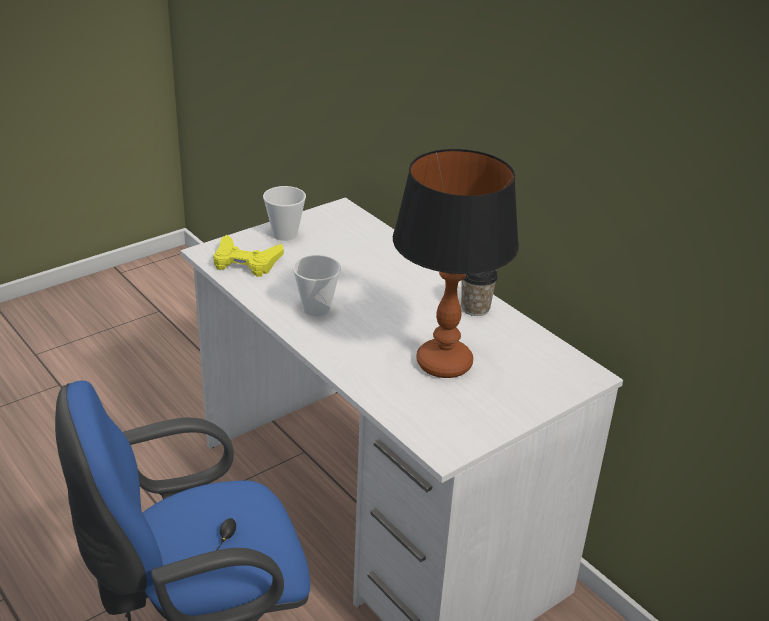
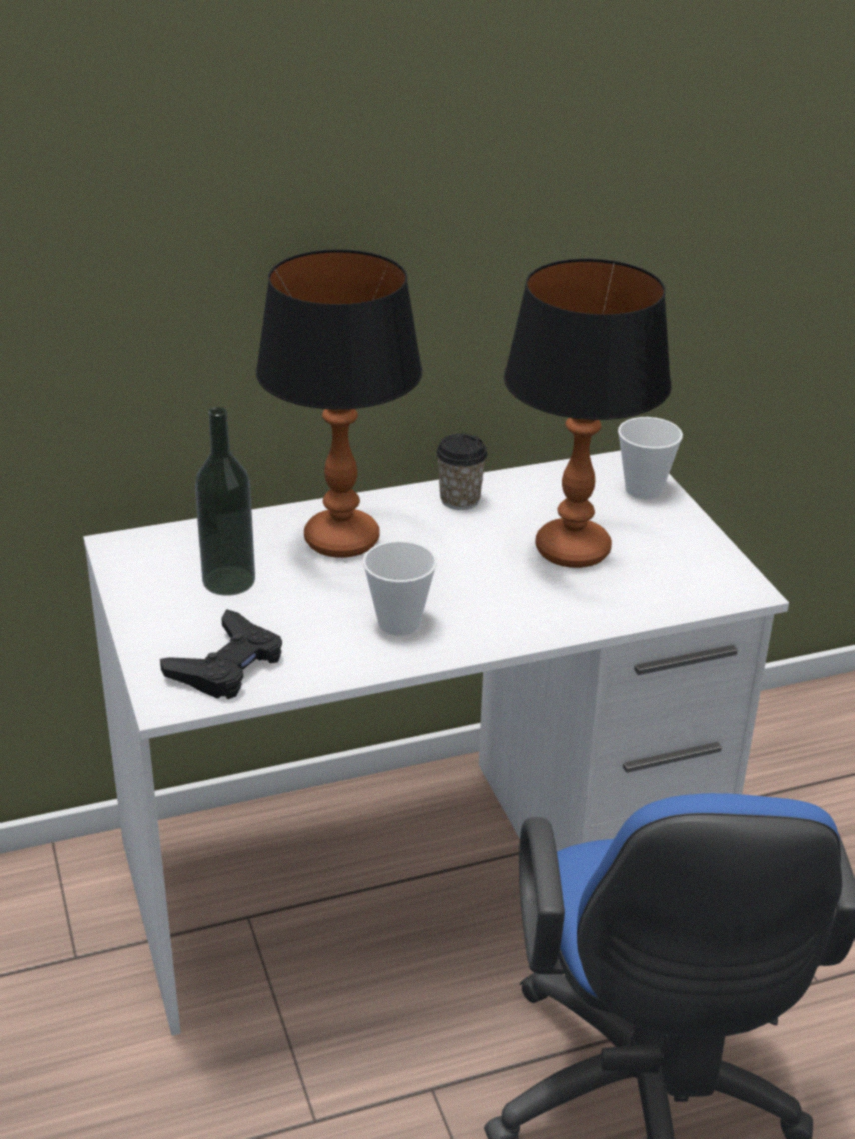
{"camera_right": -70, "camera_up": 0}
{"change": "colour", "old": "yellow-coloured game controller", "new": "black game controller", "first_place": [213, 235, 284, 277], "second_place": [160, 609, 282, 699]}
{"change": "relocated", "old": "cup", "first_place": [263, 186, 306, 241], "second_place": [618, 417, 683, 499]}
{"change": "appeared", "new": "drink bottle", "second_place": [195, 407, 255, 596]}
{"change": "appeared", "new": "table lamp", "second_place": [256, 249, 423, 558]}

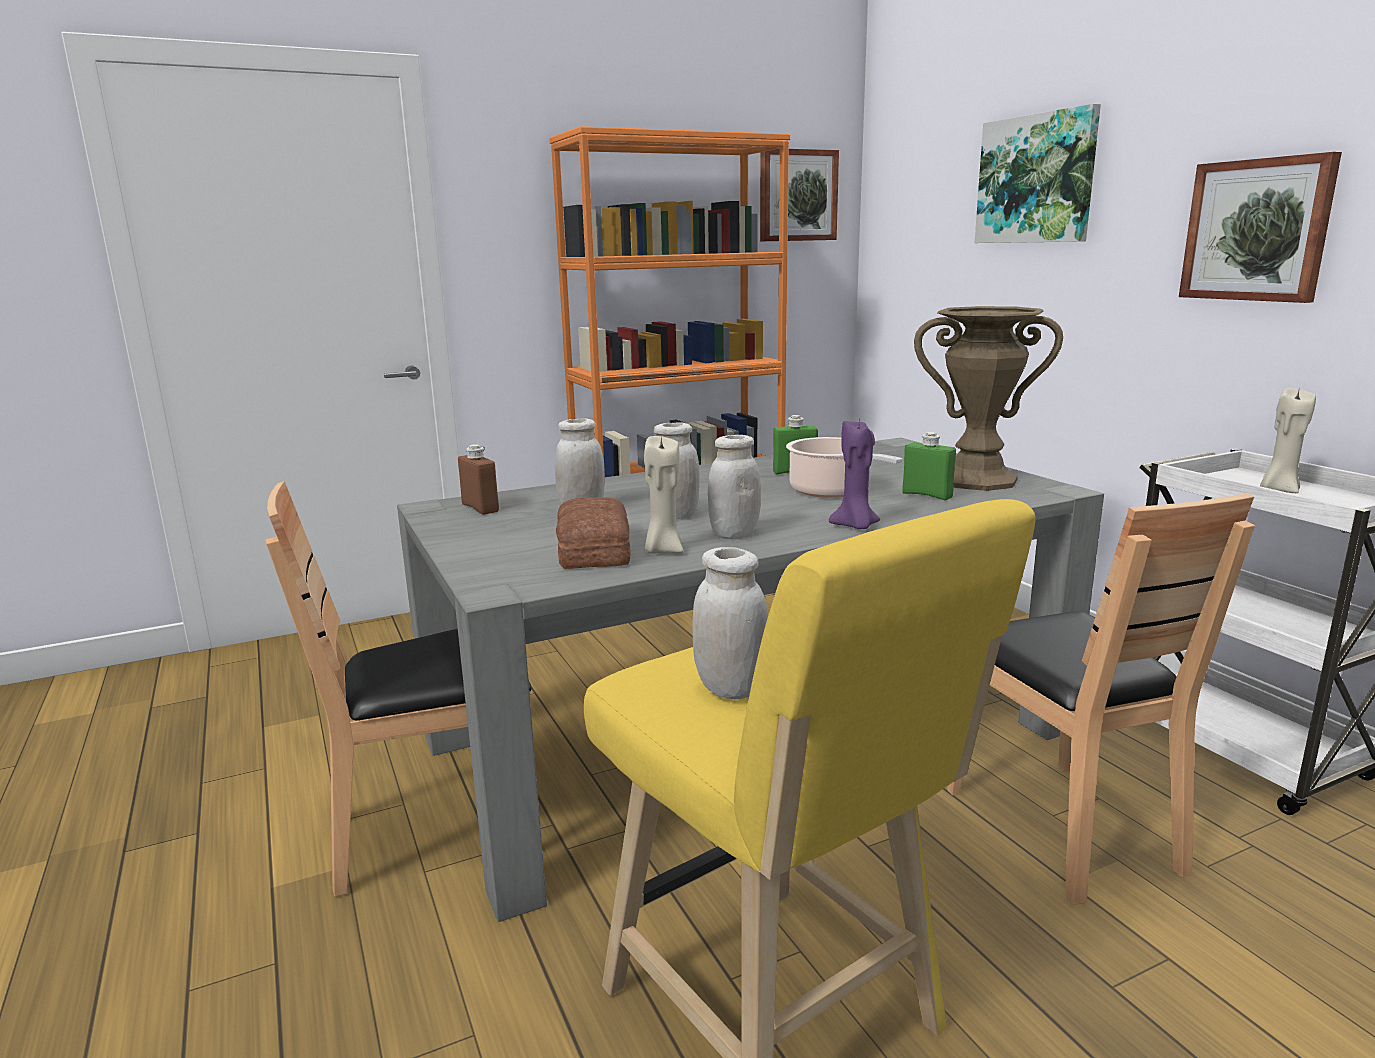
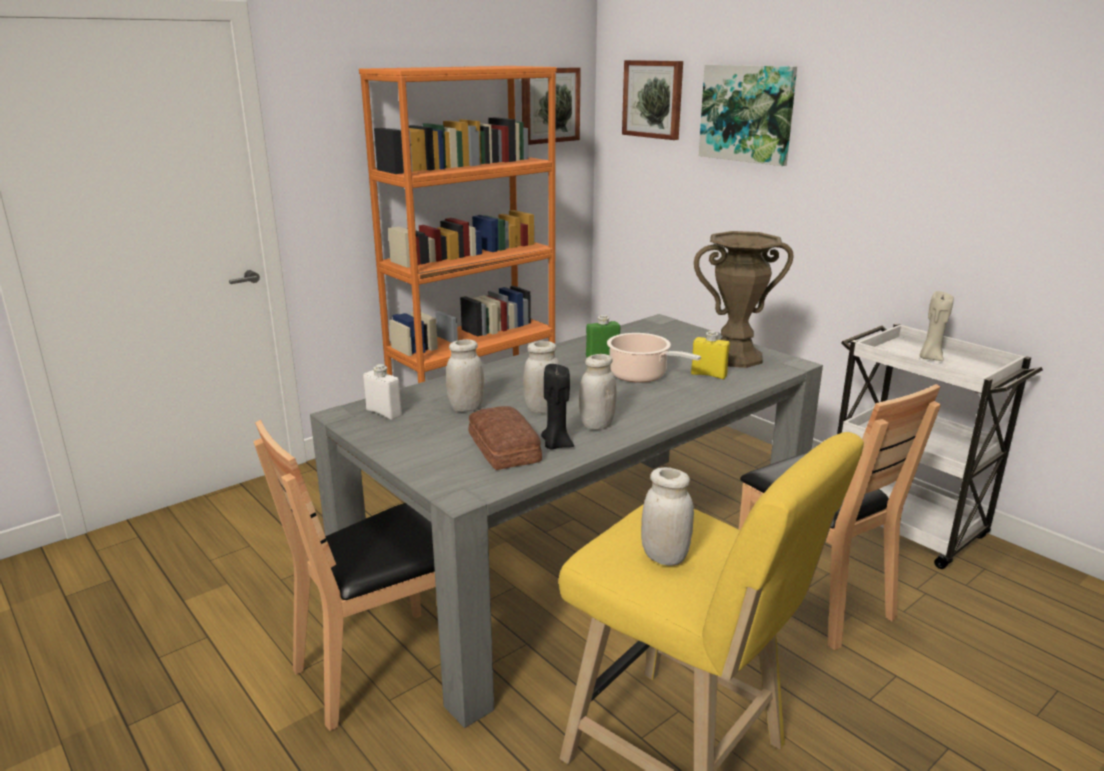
{"camera_right": -15, "camera_up": 5}
{"change": "colour", "old": "brown drink bottle", "new": "white drink bottle", "first_place": [458, 444, 499, 515], "second_place": [363, 364, 402, 420]}
{"change": "colour", "old": "beige candle", "new": "black candle", "first_place": [644, 436, 683, 554], "second_place": [541, 364, 574, 450]}
{"change": "missing", "old": "purple candle", "first_place": [829, 421, 880, 529]}
{"change": "colour", "old": "green-coloured drink bottle", "new": "yellow-coloured drink bottle", "first_place": [902, 432, 956, 500], "second_place": [691, 331, 730, 379]}
{"change": "relocated", "old": "wall picture", "first_place": [1179, 152, 1342, 303], "second_place": [622, 60, 683, 140]}

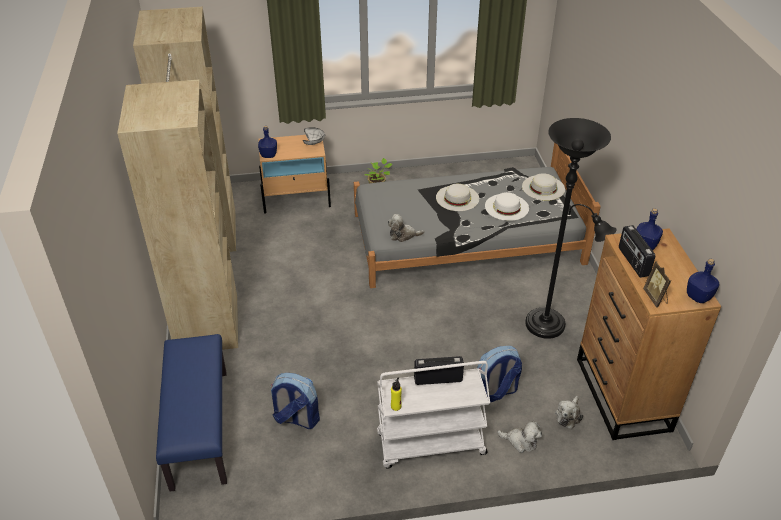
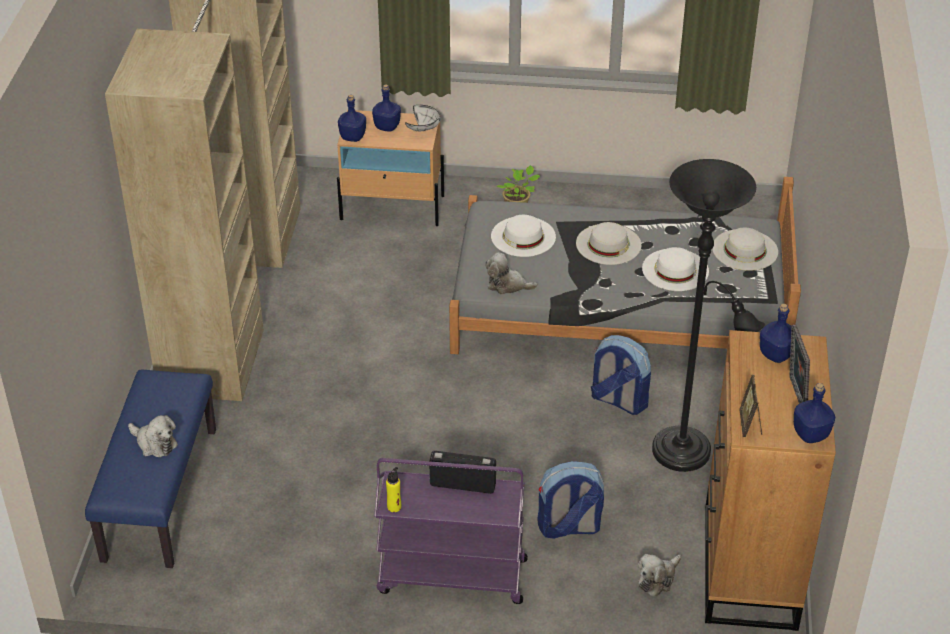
{"camera_right": 15, "camera_up": 0}
{"change": "relocated", "old": "backpack", "first_place": [270, 373, 320, 429], "second_place": [591, 335, 651, 415]}
{"change": "colour", "old": "white trolley", "new": "purple trolley", "first_place": [377, 361, 490, 469], "second_place": [374, 458, 528, 604]}
{"change": "relocated", "old": "soft toy", "first_place": [497, 421, 542, 453], "second_place": [128, 415, 178, 457]}
{"change": "missing", "old": "radio receiver", "first_place": [619, 225, 655, 278]}
{"change": "appeared", "new": "blue-coloured drink bottle", "second_place": [372, 85, 401, 131]}
{"change": "appeared", "new": "white wearable hat", "second_place": [491, 215, 556, 257]}
{"change": "appeared", "new": "picture frame", "second_place": [789, 325, 810, 404]}

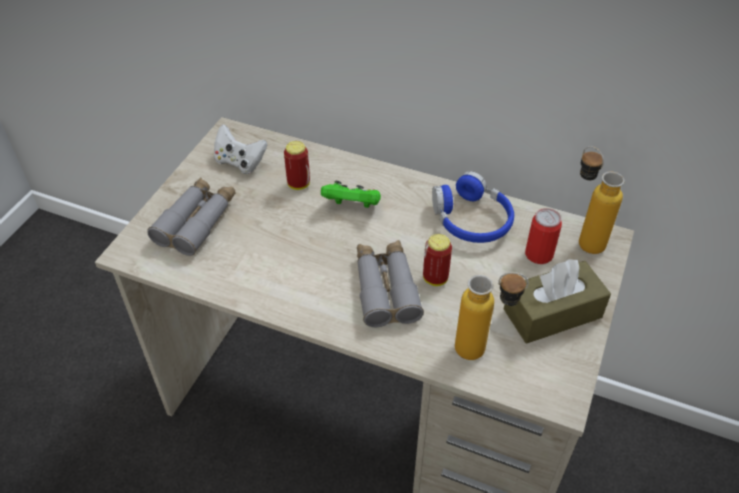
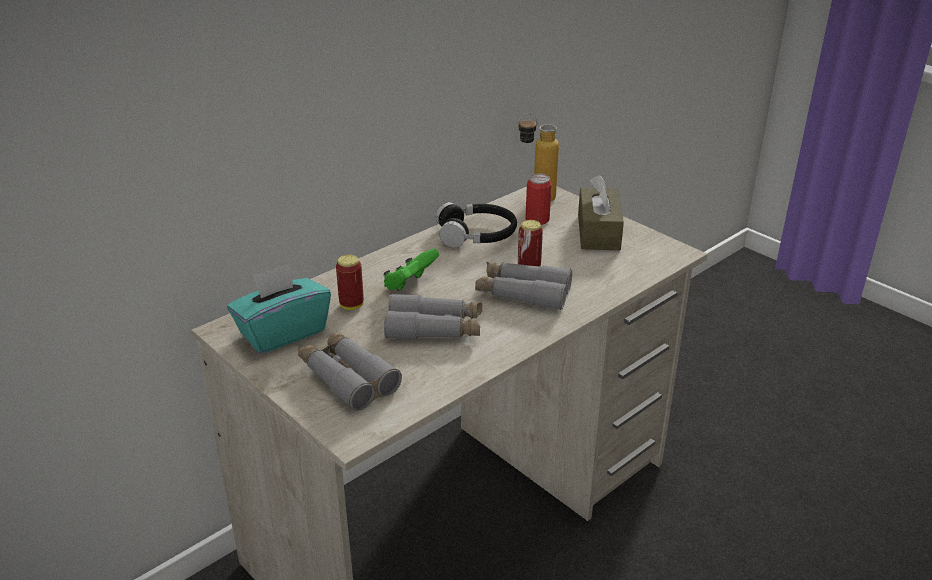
{"camera_right": -65, "camera_up": -15}
{"change": "exchanged", "old": "white game controller", "new": "turquoise tissue holder", "first_place": [214, 124, 268, 174], "second_place": [227, 264, 331, 354]}
{"change": "colour", "old": "blue-coloured headset", "new": "black headset", "first_place": [432, 171, 514, 243], "second_place": [436, 202, 517, 248]}
{"change": "missing", "old": "drink bottle", "first_place": [455, 272, 529, 360]}
{"change": "appeared", "new": "grey binoculars", "second_place": [384, 294, 482, 339]}

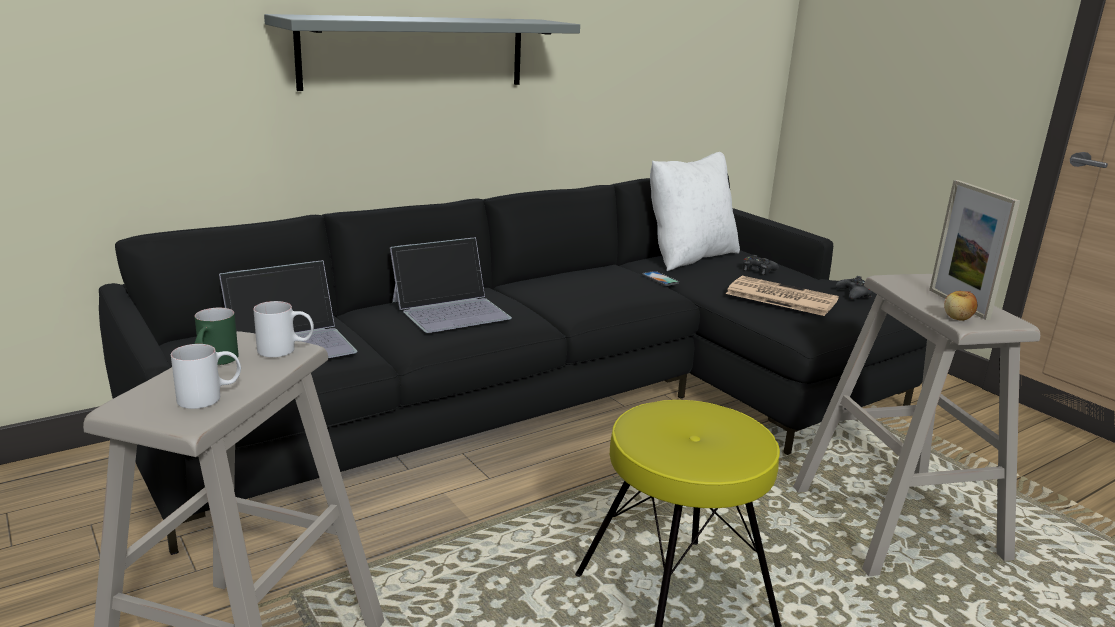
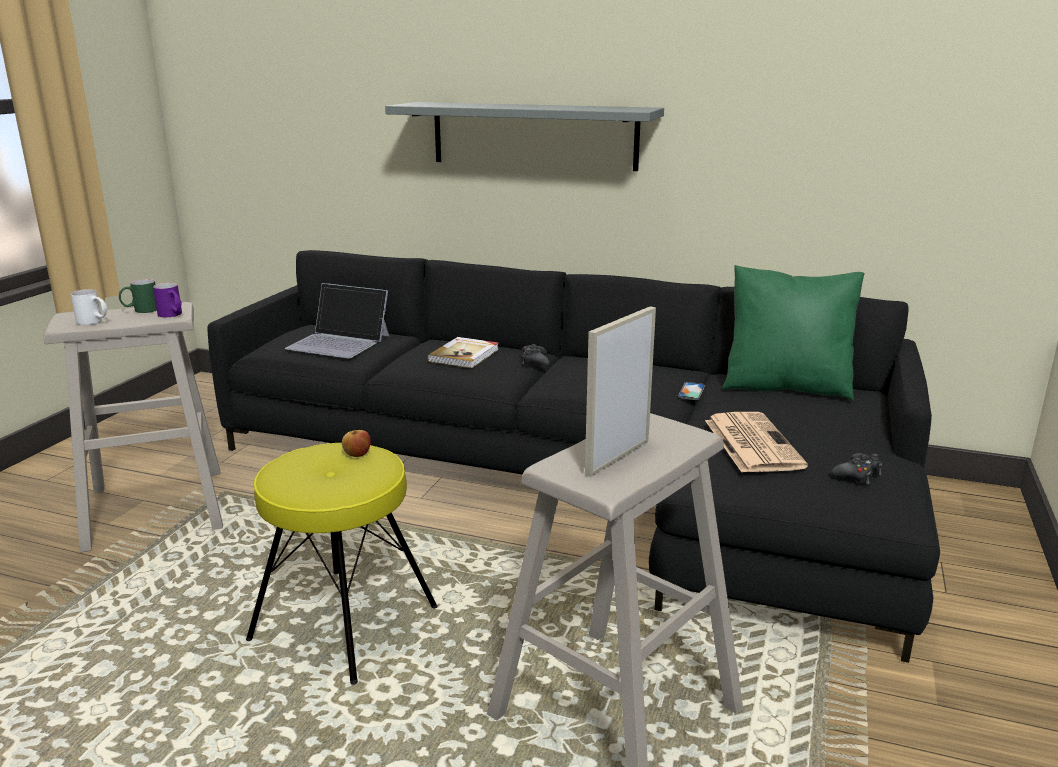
{"camera_right": 55, "camera_up": 0}
{"change": "colour", "old": "white tea mug", "new": "purple tea mug", "first_place": [253, 301, 314, 357], "second_place": [153, 283, 182, 317]}
{"change": "exchanged", "old": "notebook computer", "new": "book", "first_place": [390, 237, 512, 333], "second_place": [428, 337, 499, 369]}
{"change": "colour", "old": "white cushion", "new": "green-coloured cushion", "first_place": [650, 152, 740, 271], "second_place": [722, 265, 865, 400]}
{"change": "relocated", "old": "black game controller", "first_place": [743, 255, 779, 275], "second_place": [521, 344, 549, 366]}
{"change": "relocated", "old": "whole apple", "first_place": [944, 291, 977, 321], "second_place": [342, 430, 371, 457]}

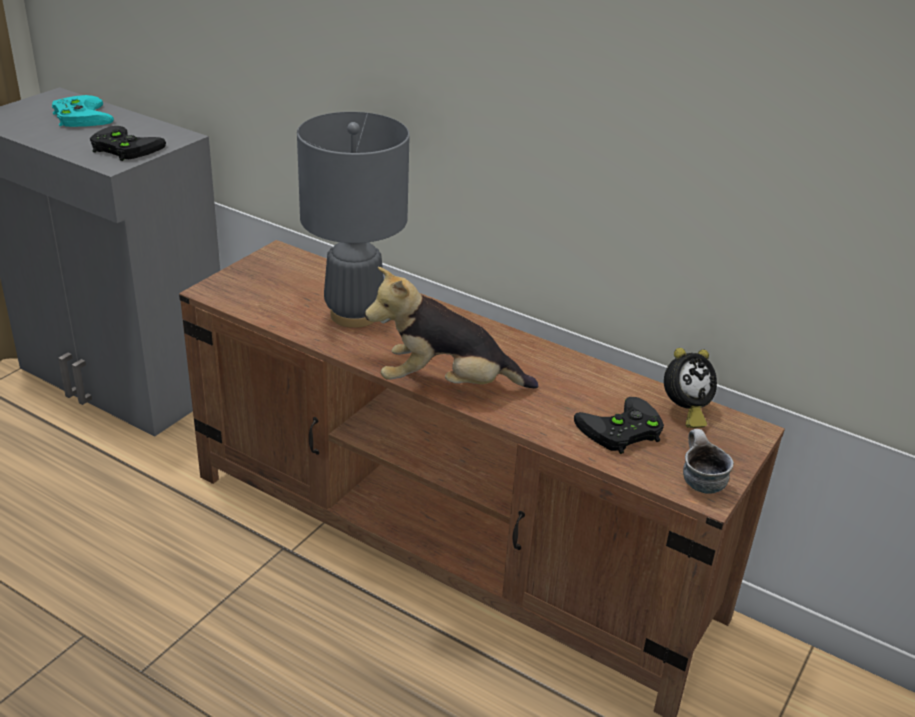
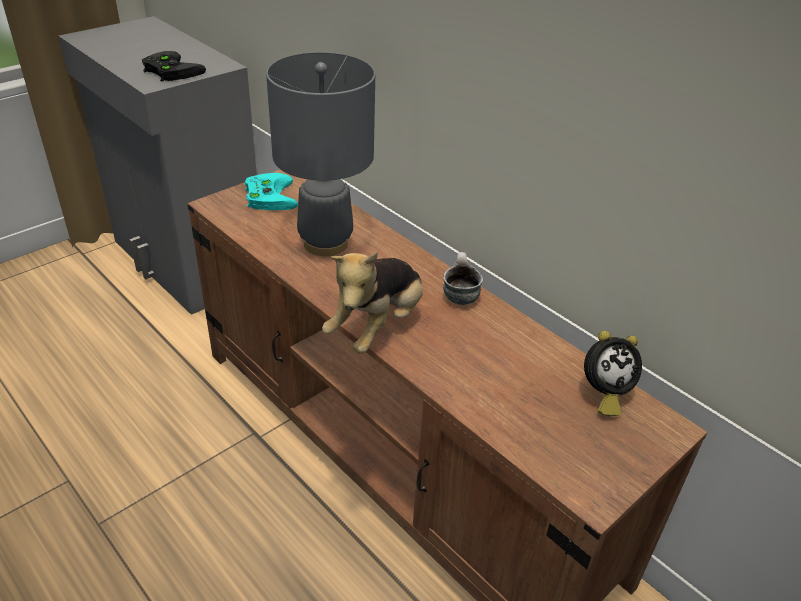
{"camera_right": 15, "camera_up": 5}
{"change": "relocated", "old": "turquoise game controller", "first_place": [52, 95, 114, 127], "second_place": [245, 173, 298, 210]}
{"change": "spun", "old": "soft toy", "first_place": [365, 267, 538, 388], "second_place": [322, 252, 423, 354], "degrees": -75}
{"change": "missing", "old": "black game controller", "first_place": [574, 397, 664, 454]}
{"change": "relocated", "old": "tea mug", "first_place": [683, 429, 734, 494], "second_place": [443, 252, 483, 305]}

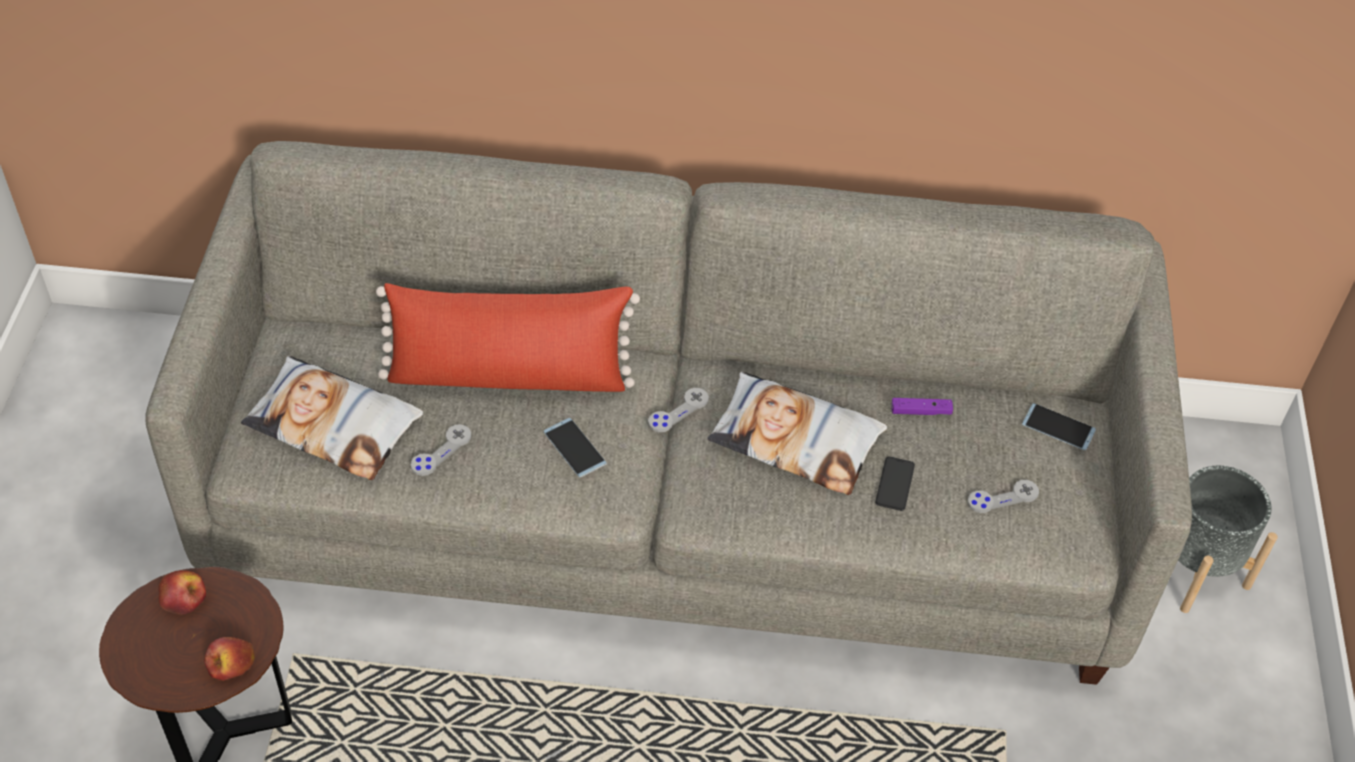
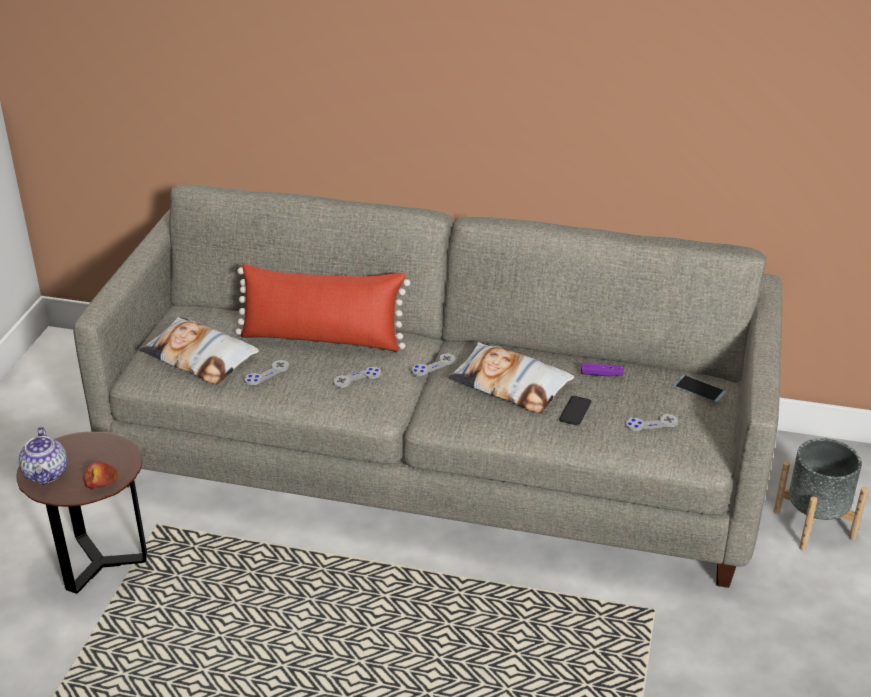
{"camera_right": 10, "camera_up": -15}
{"change": "missing", "old": "whole apple", "first_place": [159, 570, 206, 615]}
{"change": "exchanged", "old": "handset", "new": "grey game controller", "first_place": [544, 418, 607, 477], "second_place": [333, 367, 381, 388]}
{"change": "appeared", "new": "pot for tea", "second_place": [19, 427, 67, 485]}

